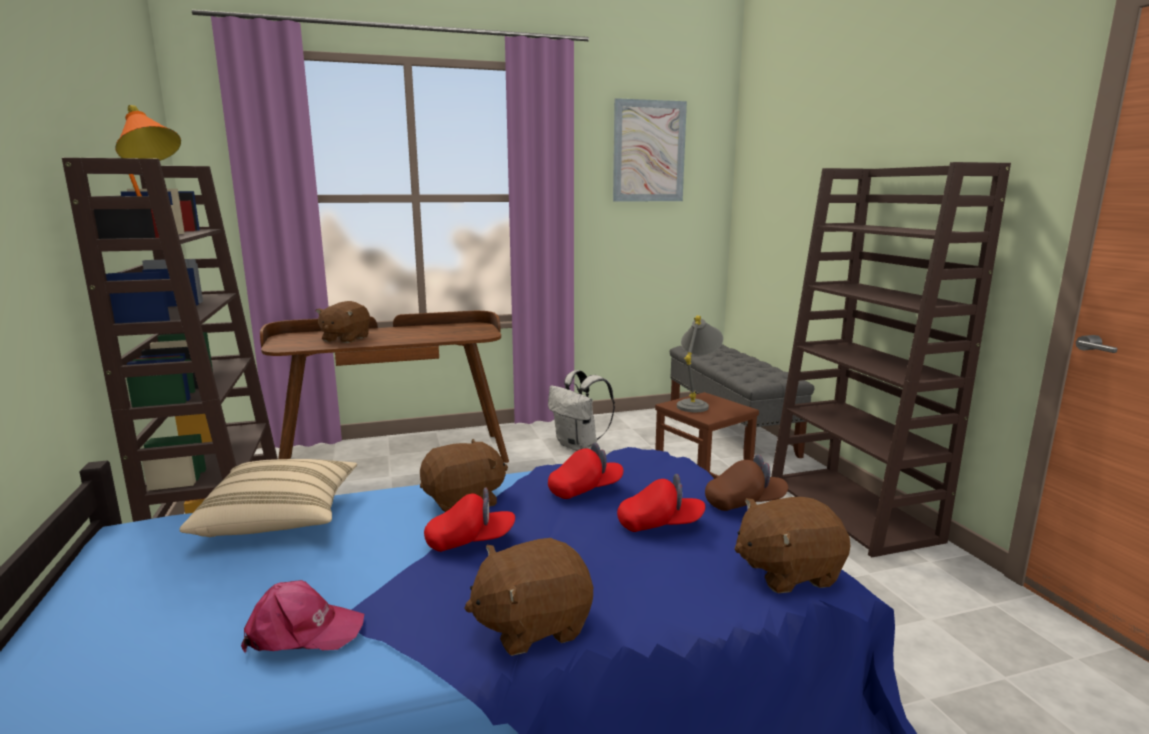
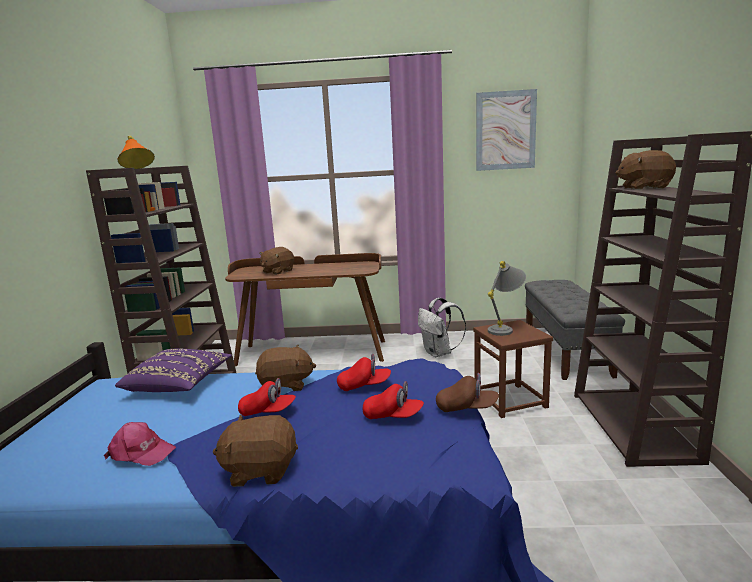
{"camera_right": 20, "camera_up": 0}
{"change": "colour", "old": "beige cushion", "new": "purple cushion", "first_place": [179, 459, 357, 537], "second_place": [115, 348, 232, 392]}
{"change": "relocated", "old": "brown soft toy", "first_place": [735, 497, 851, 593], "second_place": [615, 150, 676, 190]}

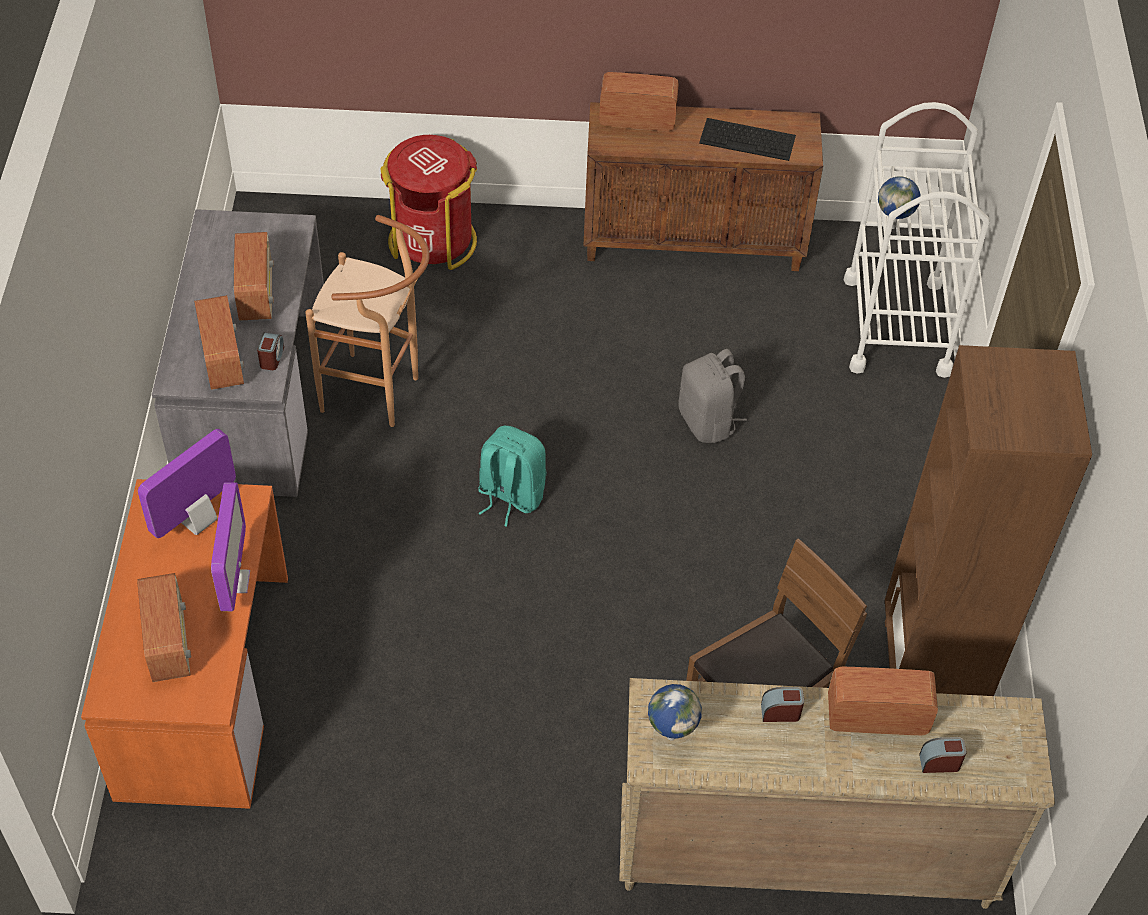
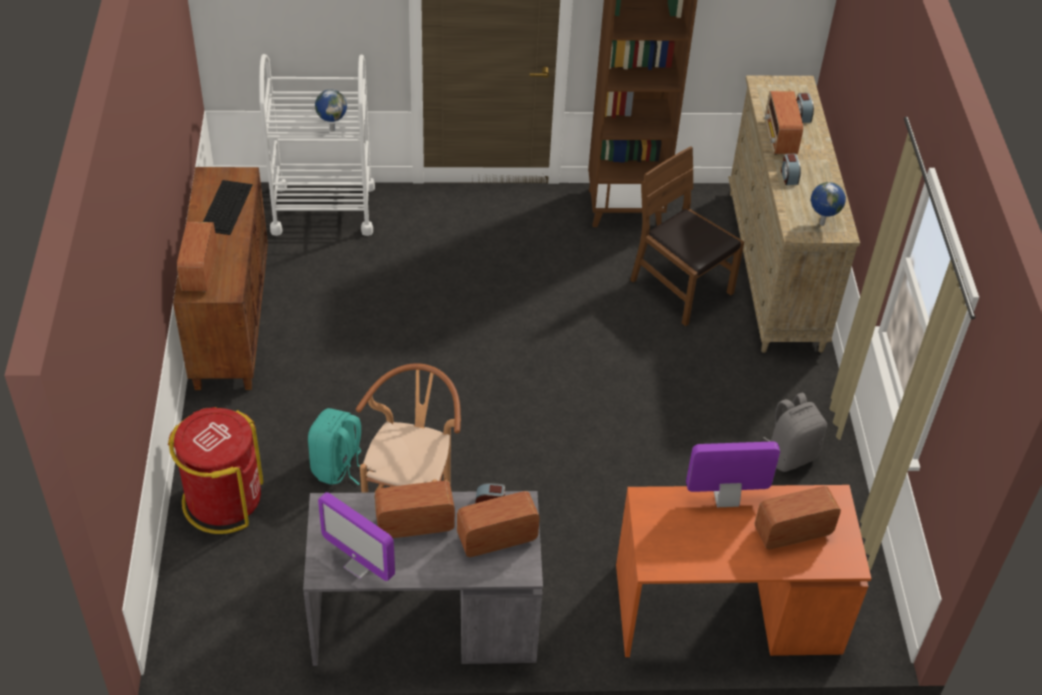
{"camera_right": -95, "camera_up": -5}
{"change": "relocated", "old": "computer display", "first_place": [138, 429, 236, 538], "second_place": [318, 492, 395, 581]}
{"change": "relocated", "old": "turquoise backpack", "first_place": [478, 426, 546, 527], "second_place": [308, 408, 361, 485]}
{"change": "relocated", "old": "grey backpack", "first_place": [679, 349, 747, 443], "second_place": [763, 393, 827, 472]}

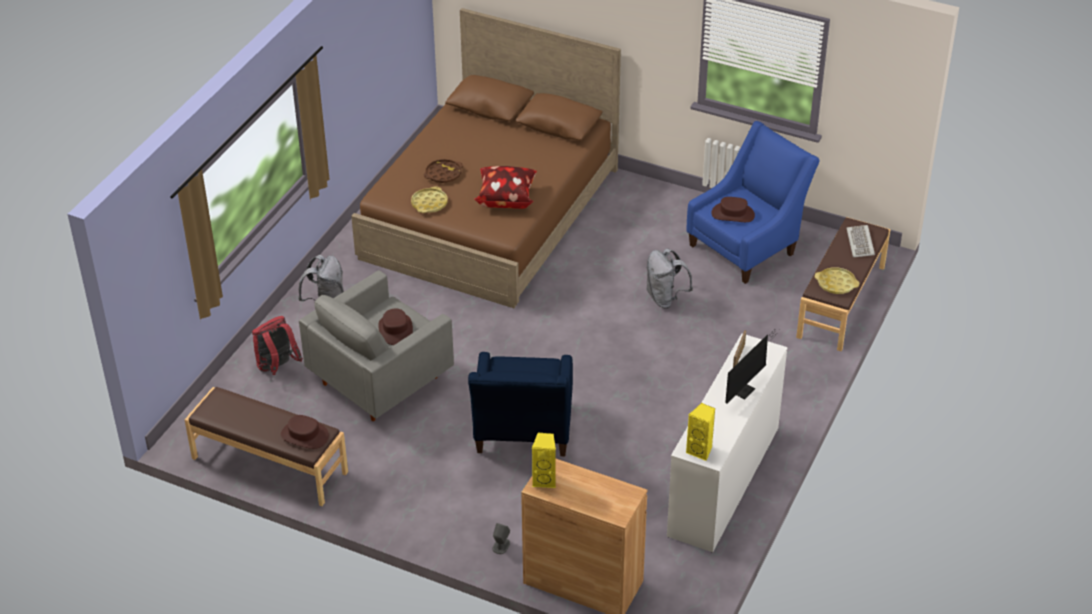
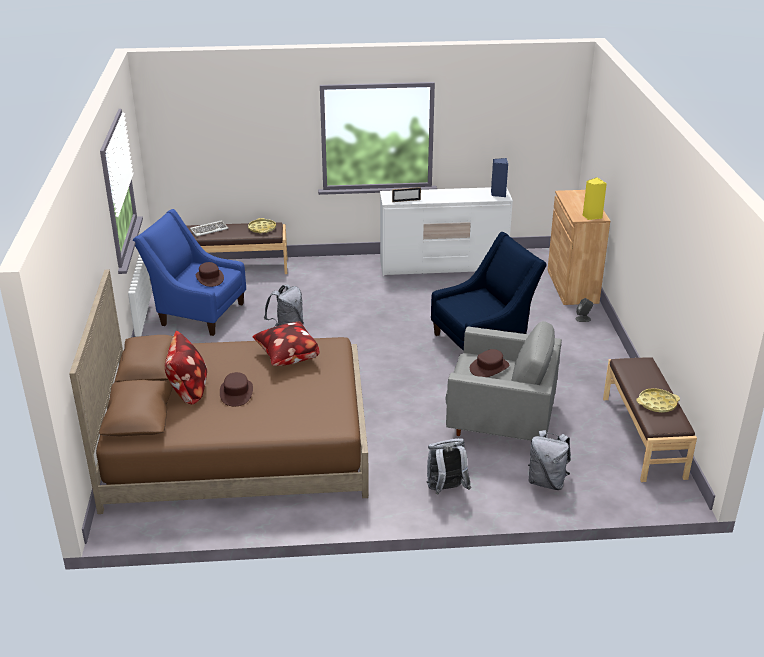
{"camera_right": -120, "camera_up": -10}
{"change": "colour", "old": "reddish backpack", "new": "grey backpack", "first_place": [252, 316, 303, 375], "second_place": [528, 430, 571, 490]}
{"change": "relocated", "old": "brown wearable hat", "first_place": [281, 415, 329, 449], "second_place": [220, 372, 253, 406]}
{"change": "relocated", "old": "yellow-coloured tray", "first_place": [411, 186, 448, 213], "second_place": [636, 388, 680, 413]}
{"change": "missing", "old": "brown tray", "first_place": [424, 159, 463, 183]}
{"change": "colour", "old": "yellow-coloured audio speaker", "new": "blue-coloured audio speaker", "first_place": [686, 403, 715, 461], "second_place": [491, 158, 508, 197]}
{"change": "missing", "old": "computer display", "first_place": [725, 329, 780, 403]}
{"change": "appeared", "new": "cushion", "second_place": [165, 331, 207, 405]}

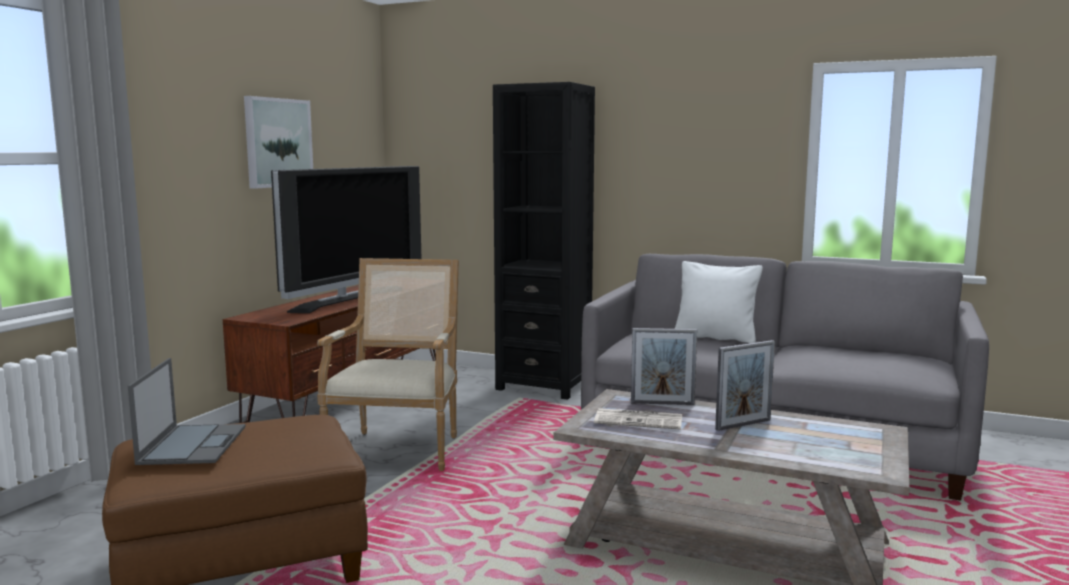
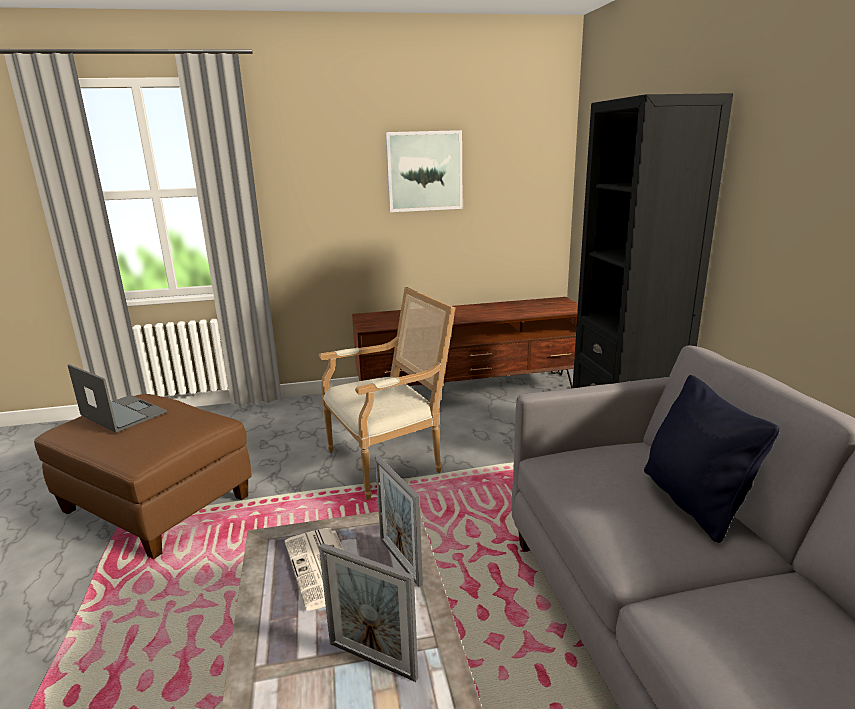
{"camera_right": 55, "camera_up": 10}
{"change": "spun", "old": "notebook computer", "first_place": [128, 358, 246, 465], "second_place": [68, 364, 167, 433], "degrees": -105}
{"change": "missing", "old": "television", "first_place": [271, 166, 422, 313]}
{"change": "colour", "old": "white cushion", "new": "black cushion", "first_place": [675, 261, 763, 343], "second_place": [644, 375, 780, 543]}

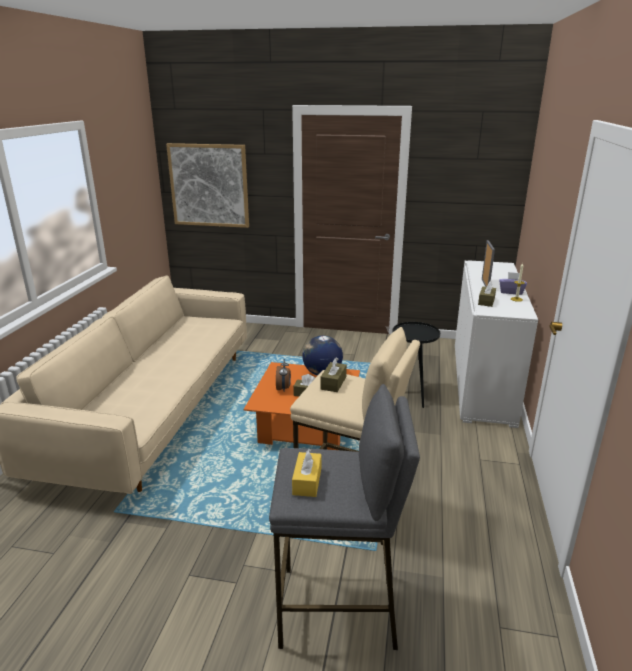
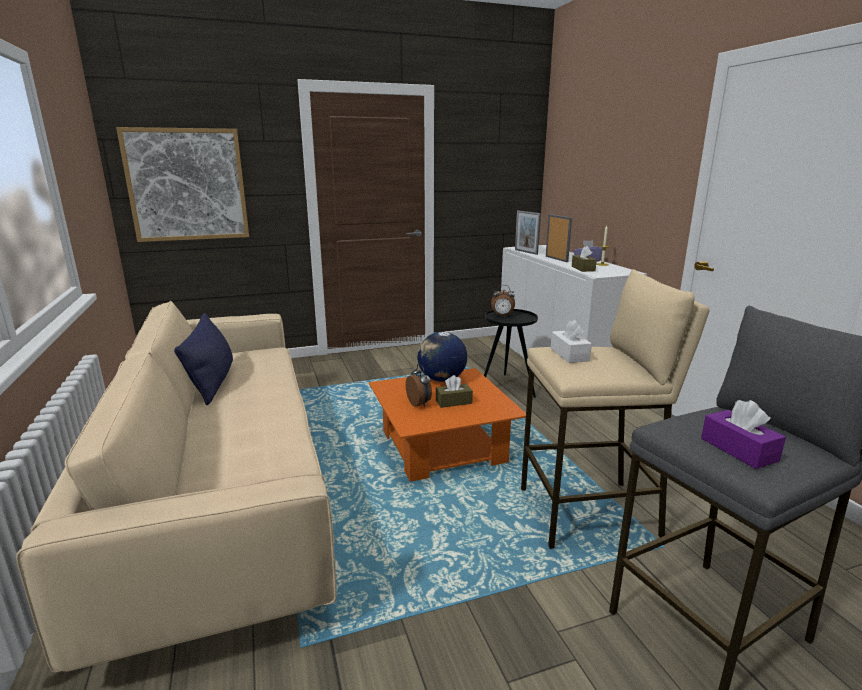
{"camera_right": -30, "camera_up": -5}
{"change": "colour", "old": "yellow-coloured tissue holder", "new": "purple tissue holder", "first_place": [292, 448, 321, 497], "second_place": [701, 400, 786, 469]}
{"change": "colour", "old": "brown tissue holder", "new": "white tissue holder", "first_place": [320, 357, 347, 392], "second_place": [551, 320, 592, 363]}
{"change": "appeared", "new": "blue-coloured cushion", "second_place": [174, 313, 233, 405]}
{"change": "appeared", "new": "table clock", "second_place": [491, 285, 515, 316]}
{"change": "appeared", "new": "picture frame", "second_place": [515, 210, 541, 255]}

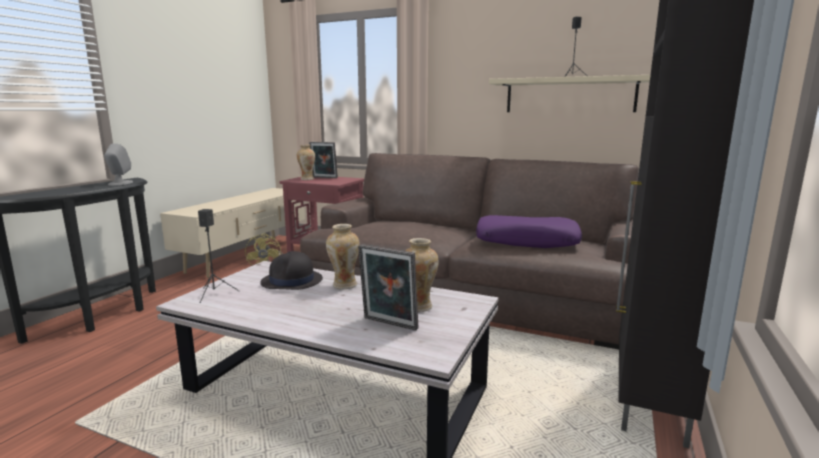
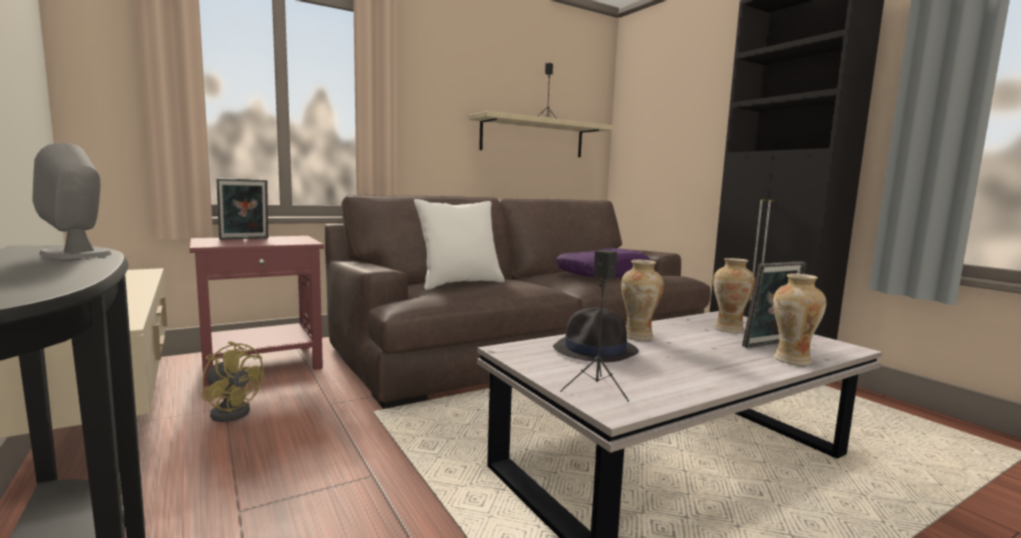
{"camera_right": -55, "camera_up": -5}
{"change": "relocated", "old": "vase", "first_place": [297, 145, 315, 180], "second_place": [773, 273, 827, 366]}
{"change": "appeared", "new": "white cushion", "second_place": [414, 199, 505, 290]}

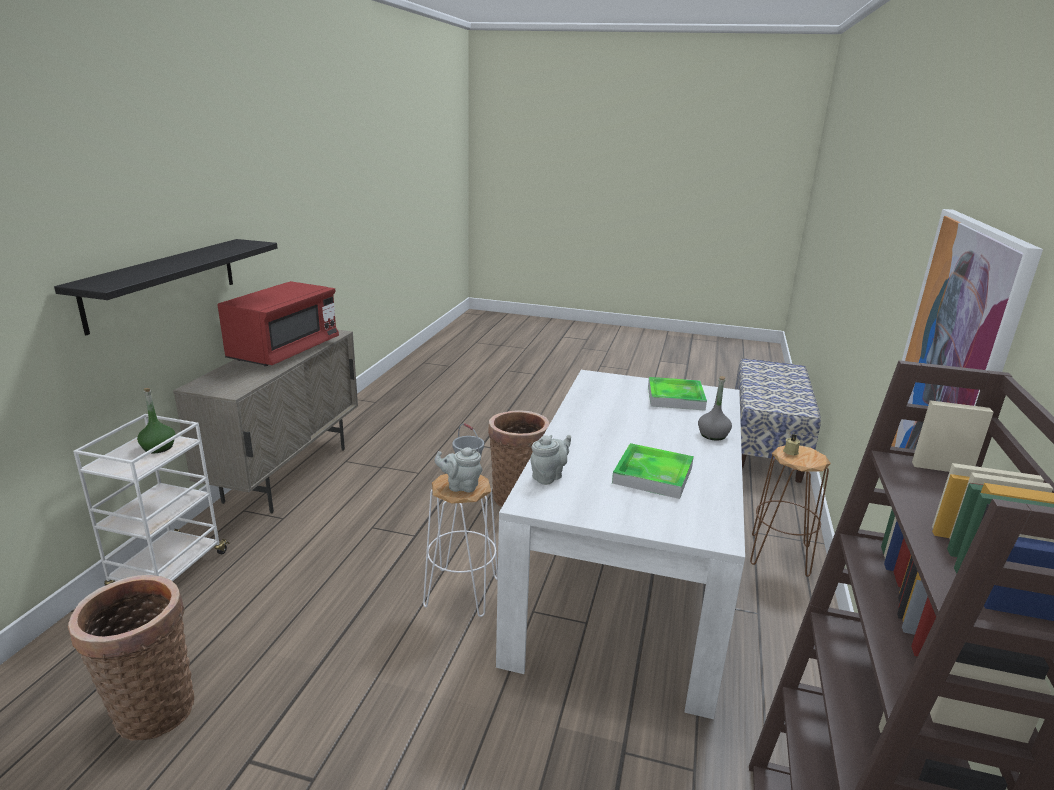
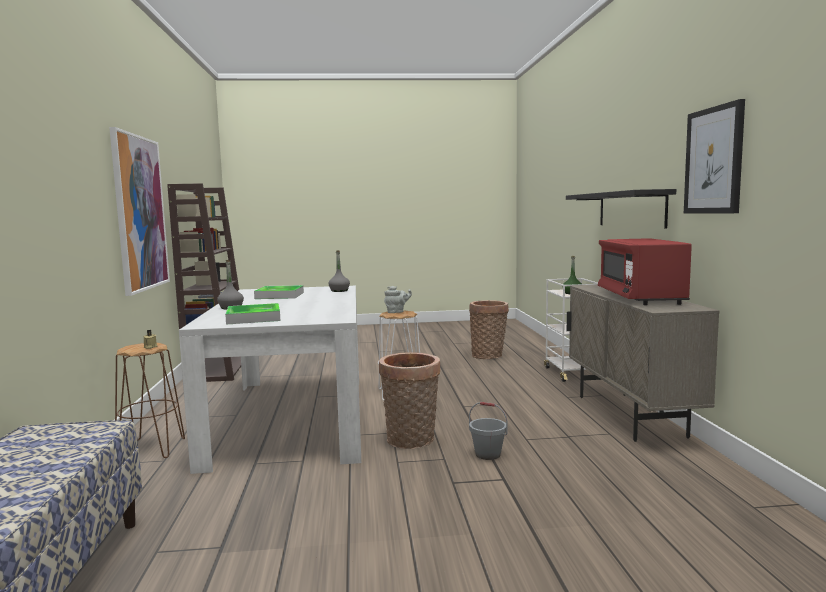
{"camera_right": 160, "camera_up": -15}
{"change": "exchanged", "old": "grey pot for tea", "new": "grey drink bottle", "first_place": [530, 435, 571, 485], "second_place": [329, 250, 350, 292]}
{"change": "appeared", "new": "wall picture", "second_place": [684, 99, 745, 213]}

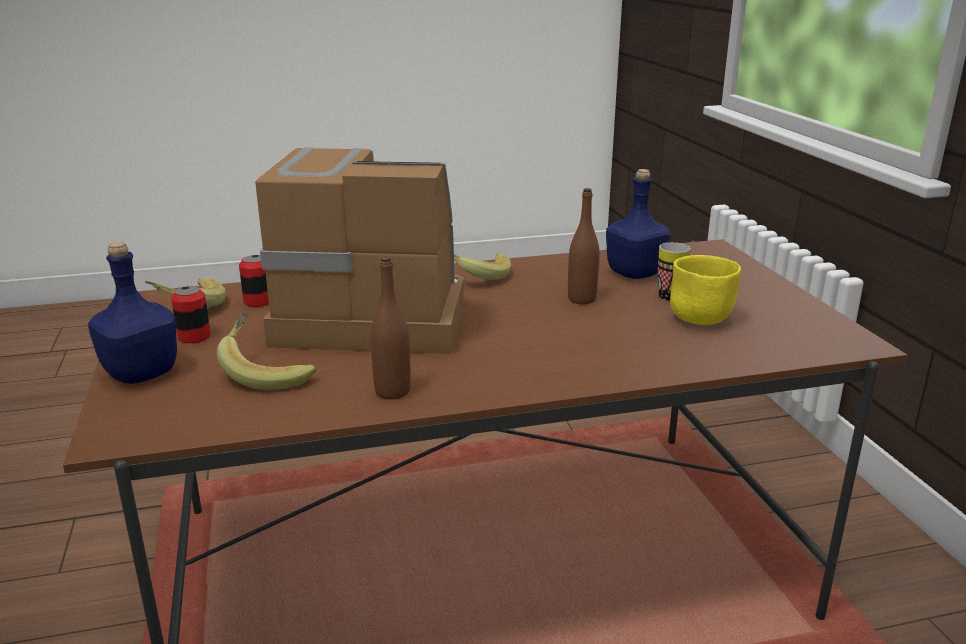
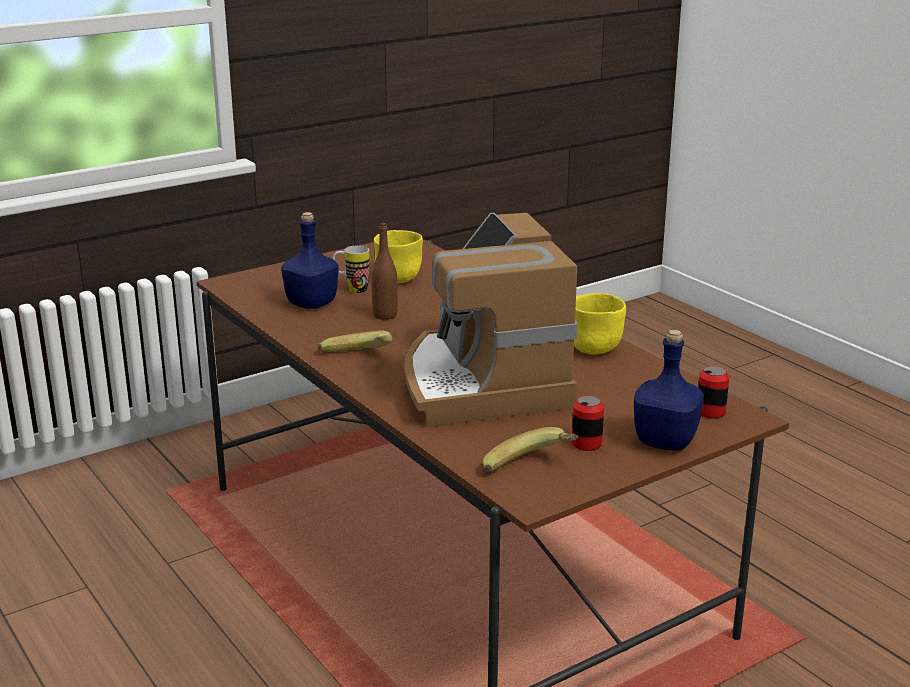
{"camera_right": -110, "camera_up": 0}
{"change": "missing", "old": "banana", "first_place": [217, 312, 316, 390]}
{"change": "relocated", "old": "sealed can", "first_place": [239, 255, 269, 307], "second_place": [698, 366, 729, 418]}
{"change": "exchanged", "old": "brown drink bottle", "new": "yellow-coloured deep dish", "first_place": [371, 256, 411, 400], "second_place": [574, 293, 626, 355]}

